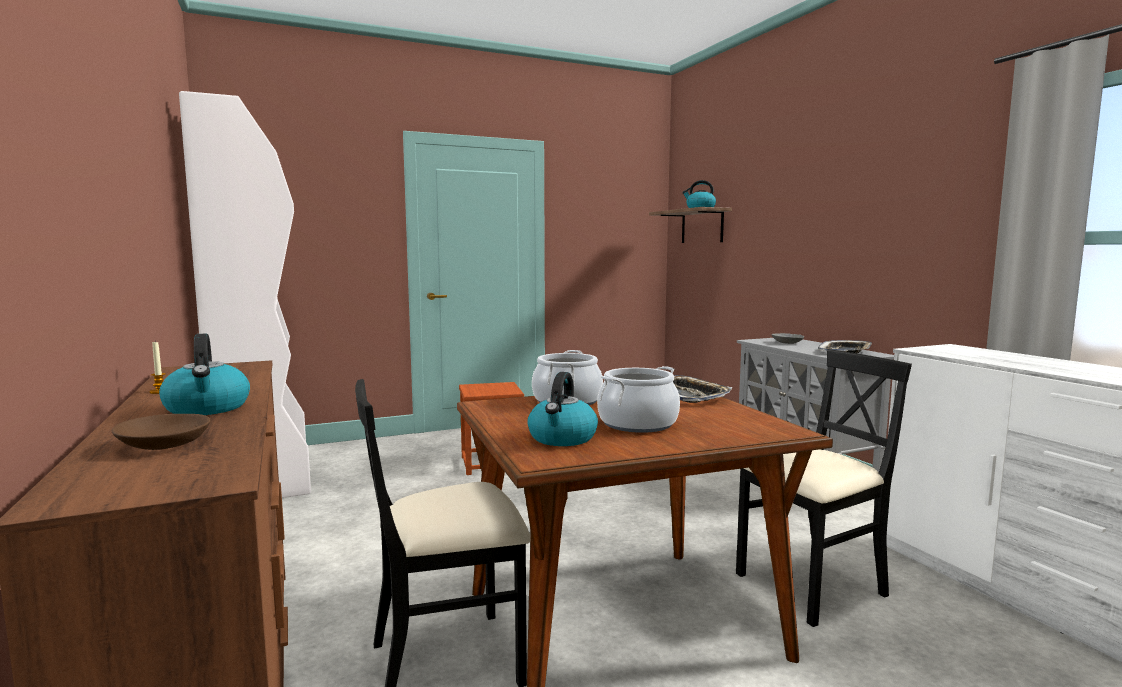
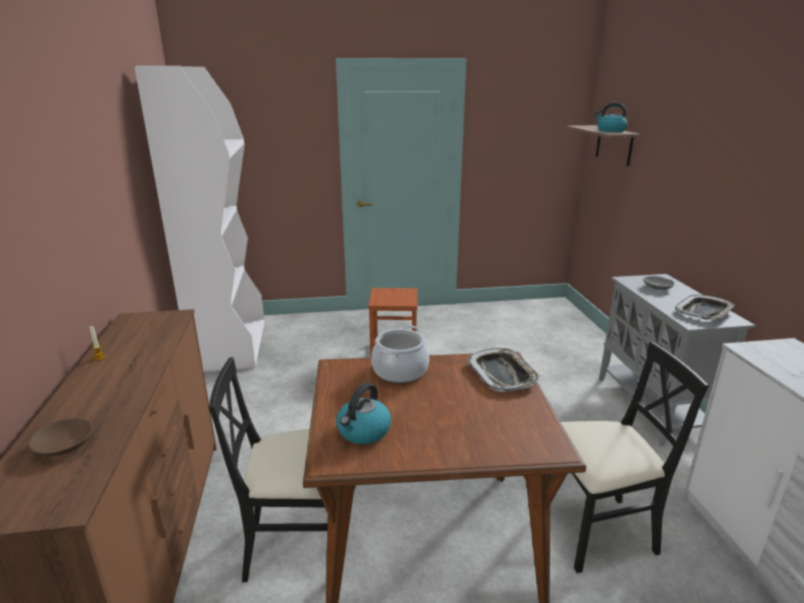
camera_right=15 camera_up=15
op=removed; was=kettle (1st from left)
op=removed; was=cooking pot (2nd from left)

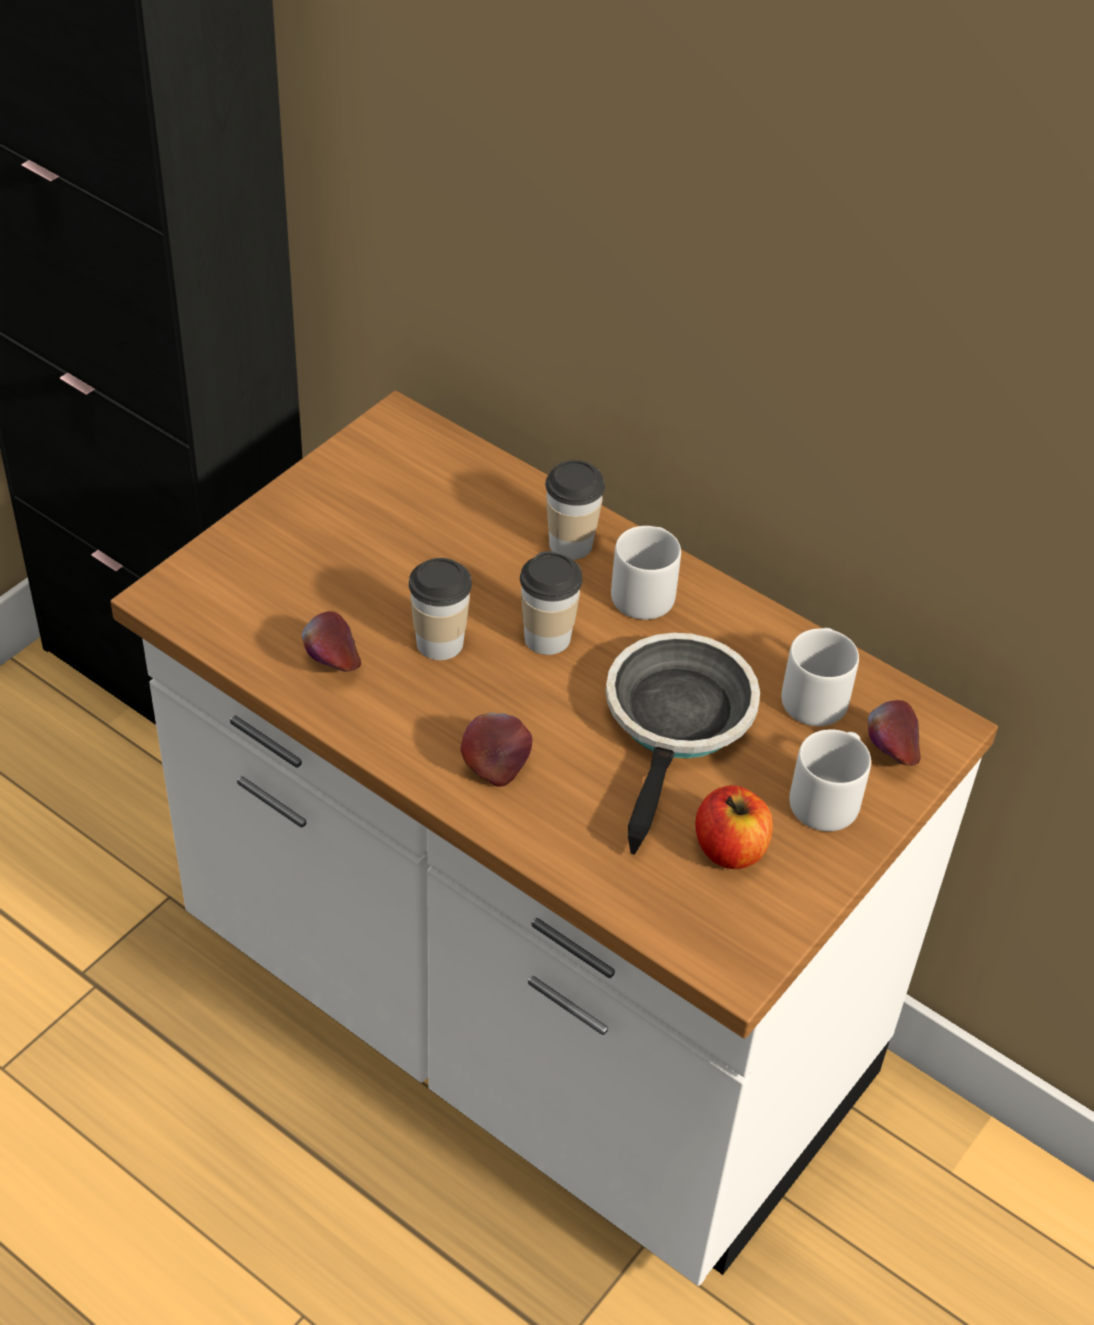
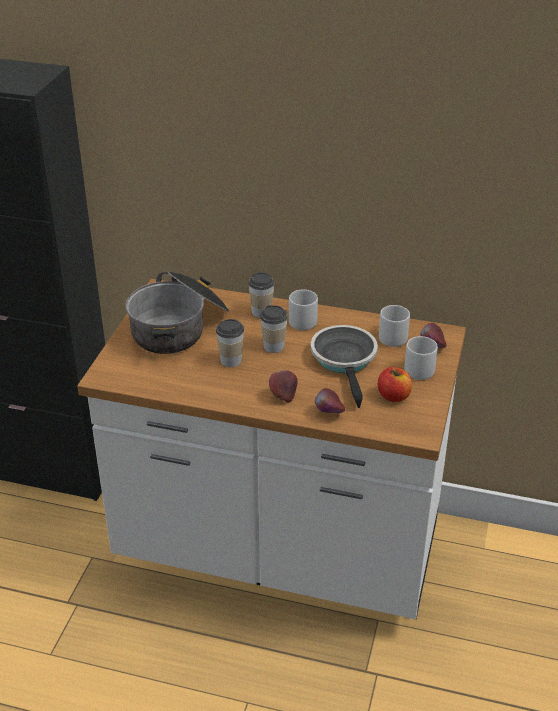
camera_right=-20 camera_up=-10
op=moved; was=apple (1st from left in the first image); now=apple (2nd from left)
op=added; now=cooking pot

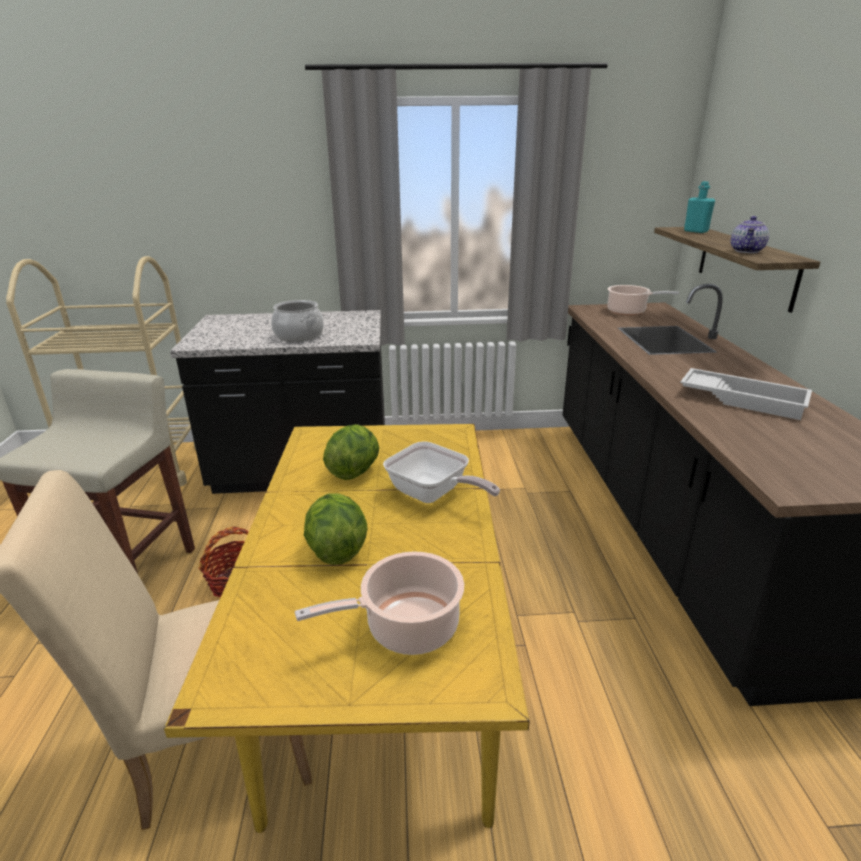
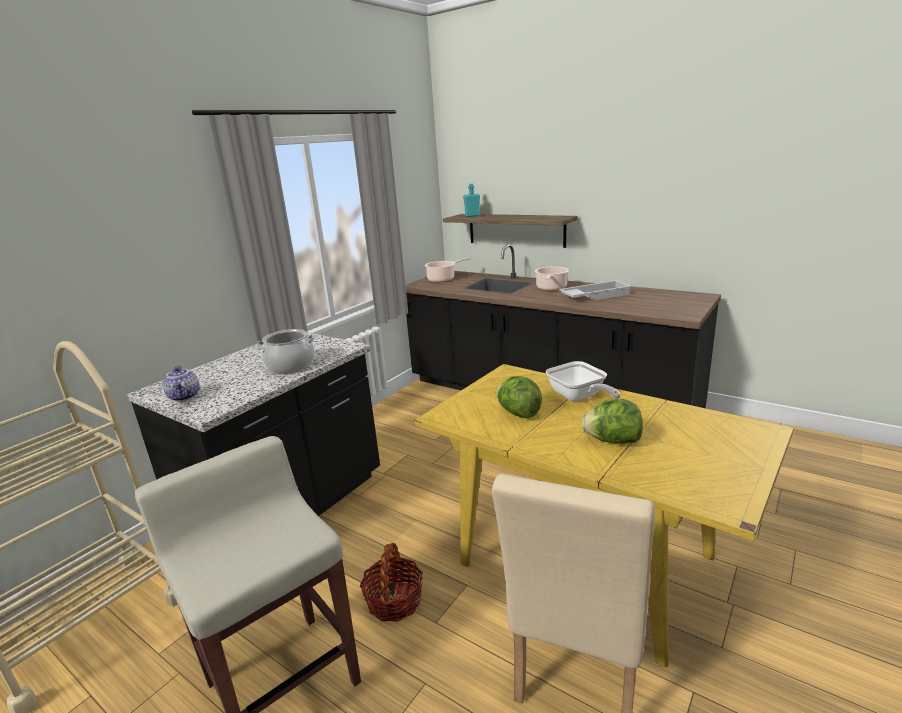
camera_right=-50 camera_up=-5
op=moved; was=tea pot
op=turned; was=skillet; clockwise=75
op=moved; was=cooking pot (2nd from left in the first image); now=cooking pot (3rd from left)

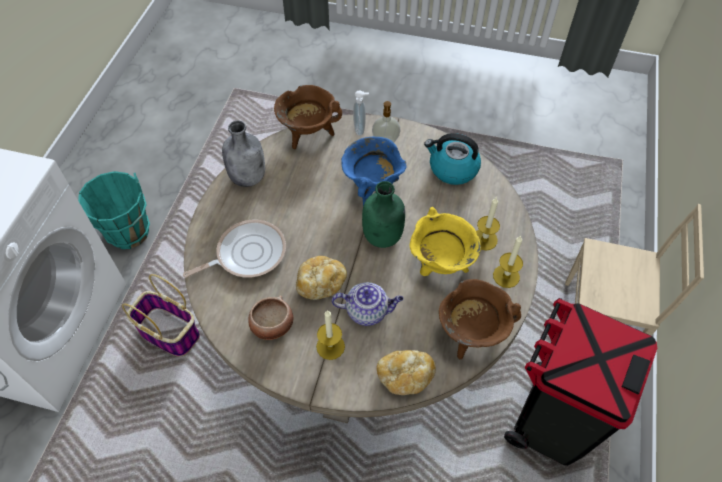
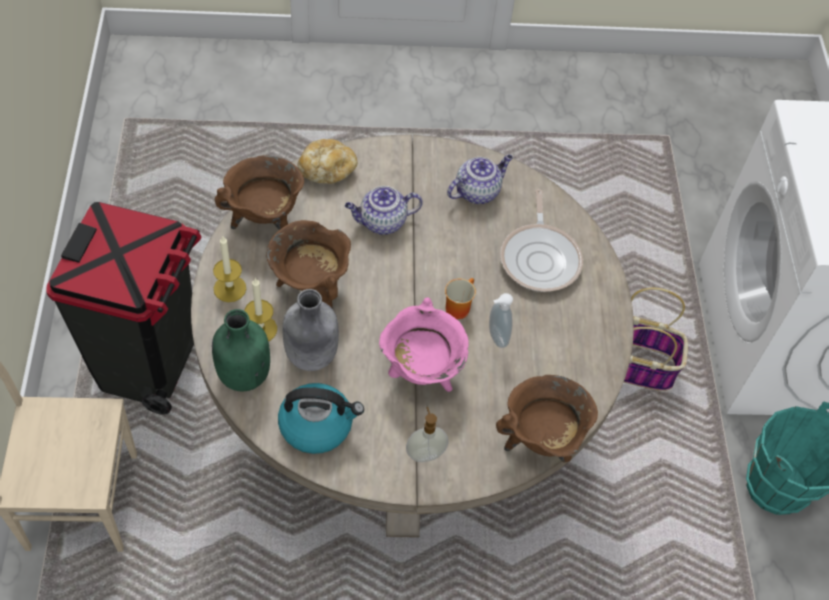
camera_right=160 camera_up=0
op=moved; was=liquid soap bottle (1st from left in the first image); now=liquid soap bottle (2nd from left)
op=moved; was=bottle in greyish
op=recoloured; was=cooking pot in blue-coloured; now=cooking pot in pinkish
op=moved; was=bottle in green
op=recoloured; was=cooking pot in yellowish; now=cooking pot in brown-coloured (2nd from left)
op=turned; was=skillet; clockwise=-45
op=removed; was=baked bread (1st from left)
op=replaced; was=serving bowl; now=tea pot (2nd from left)
op=removed; was=wax light (1st from left)
op=added; now=tea mug

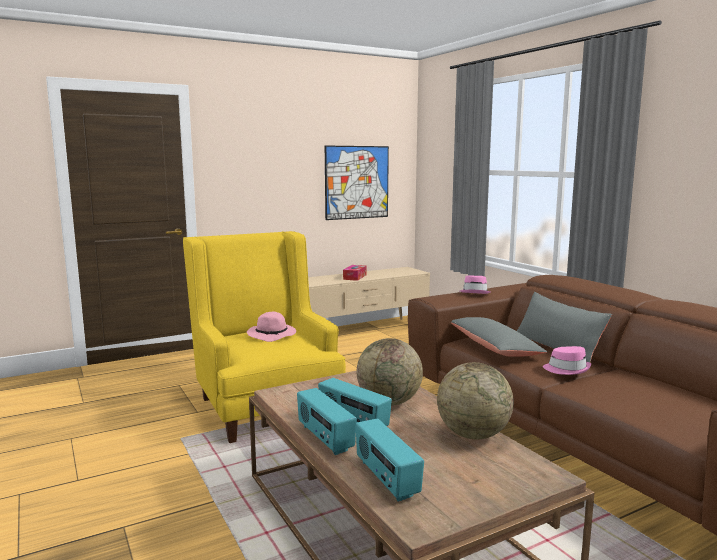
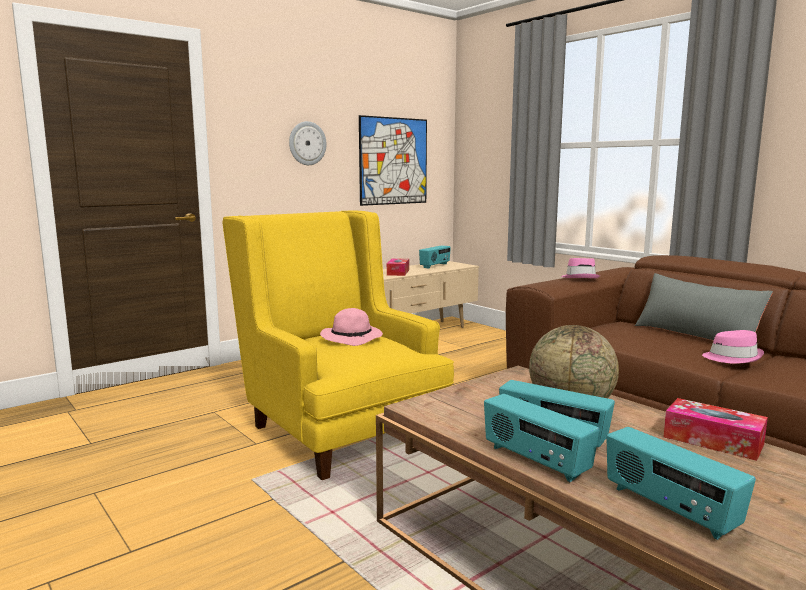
camera_right=-10 camera_up=0
op=removed; was=pillow in greyish (1st from left)
op=replaced; was=world globe (2nd from left); now=tissue holder (2nd from left)
op=added; now=hanging clock
op=added; now=radio (1st from left)

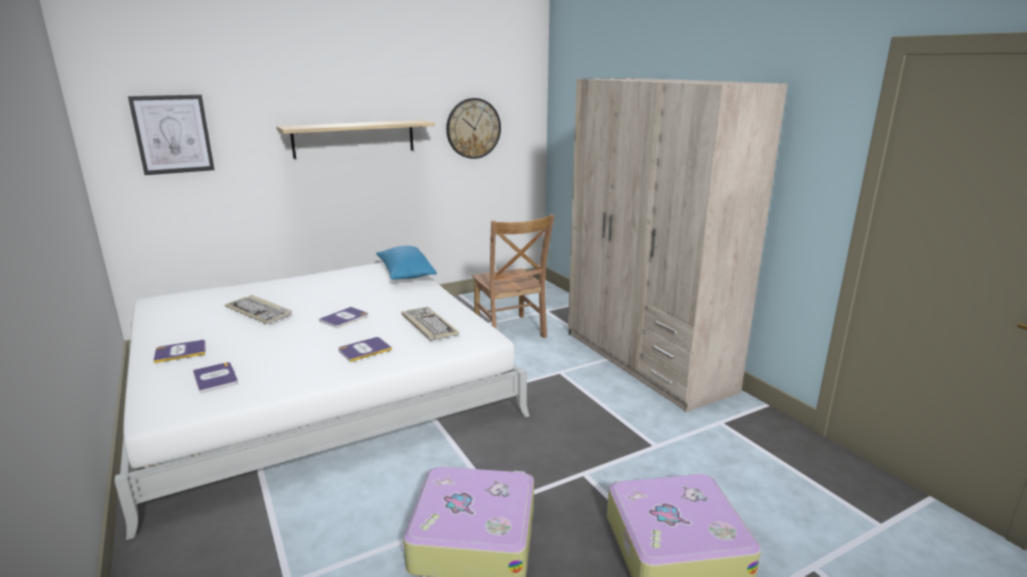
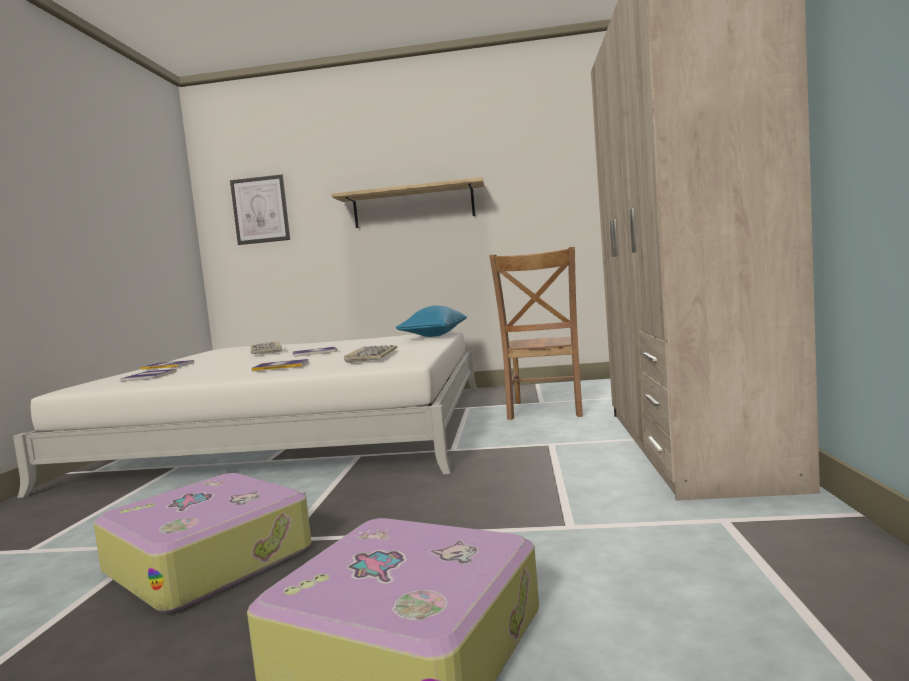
camera_right=35 camera_up=-15
op=removed; was=hanging clock

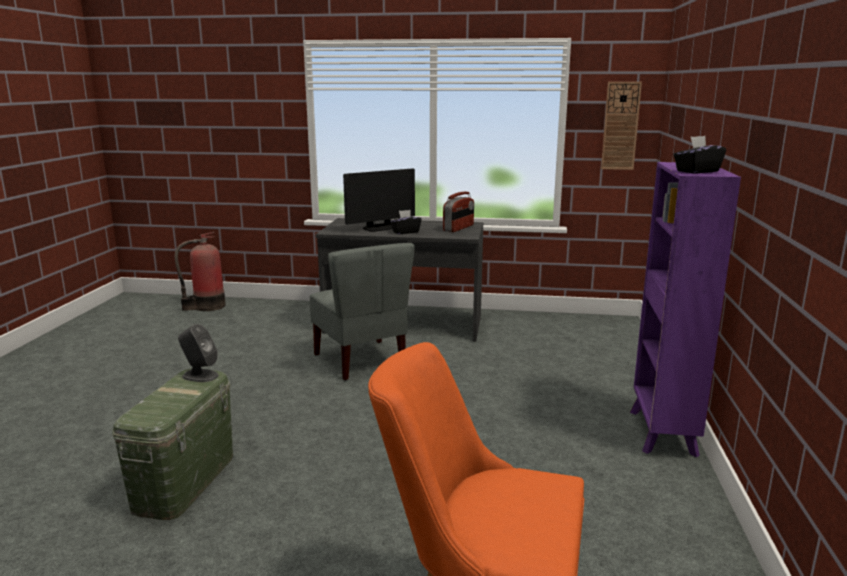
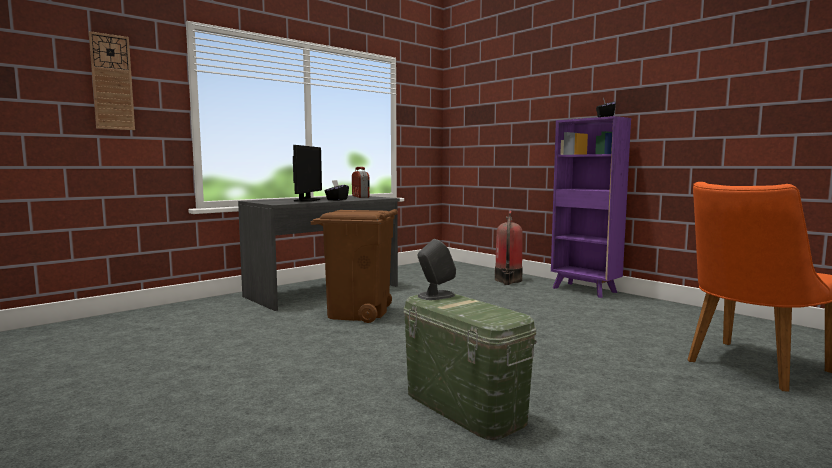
camera_right=-50 camera_up=-10
op=moved; was=hanging clock
op=moved; was=fire extinguisher
op=replaced; was=plain chair in greyish; now=rubbish bin in brown-coloured

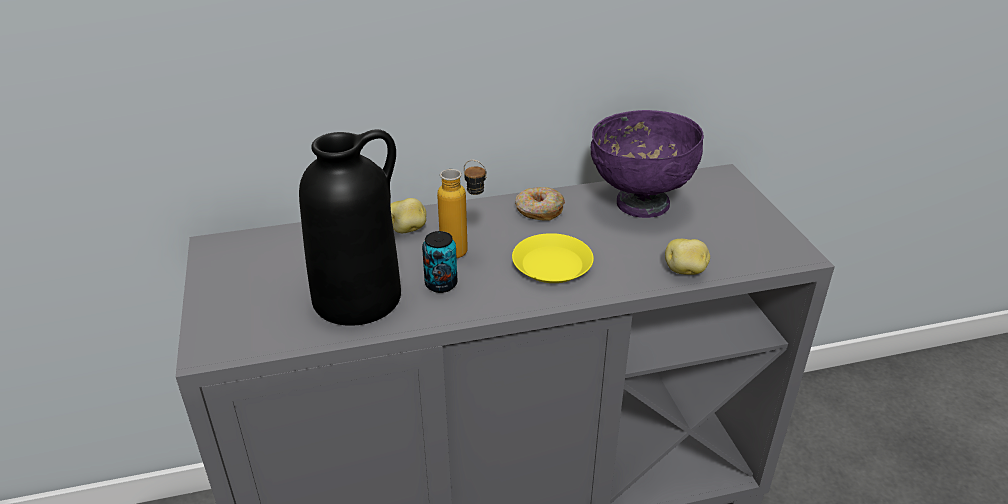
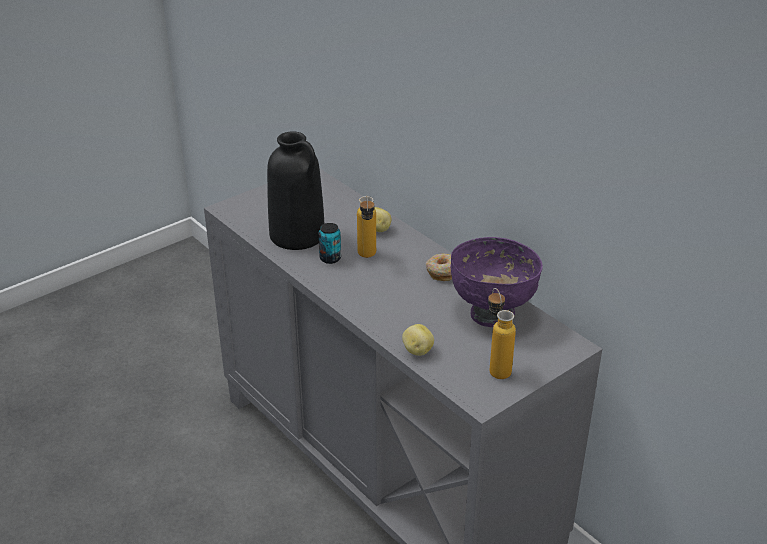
camera_right=65 camera_up=0
op=removed; was=flat dish in yellowish
op=added; now=bottle (2nd from left)

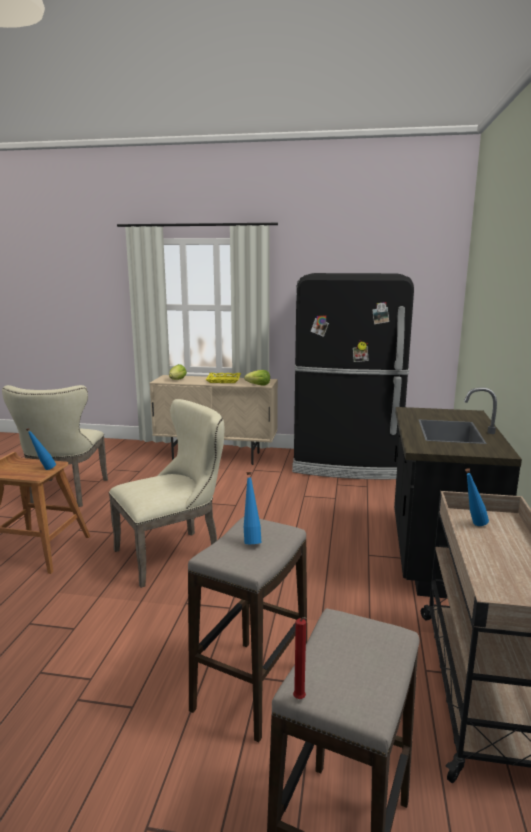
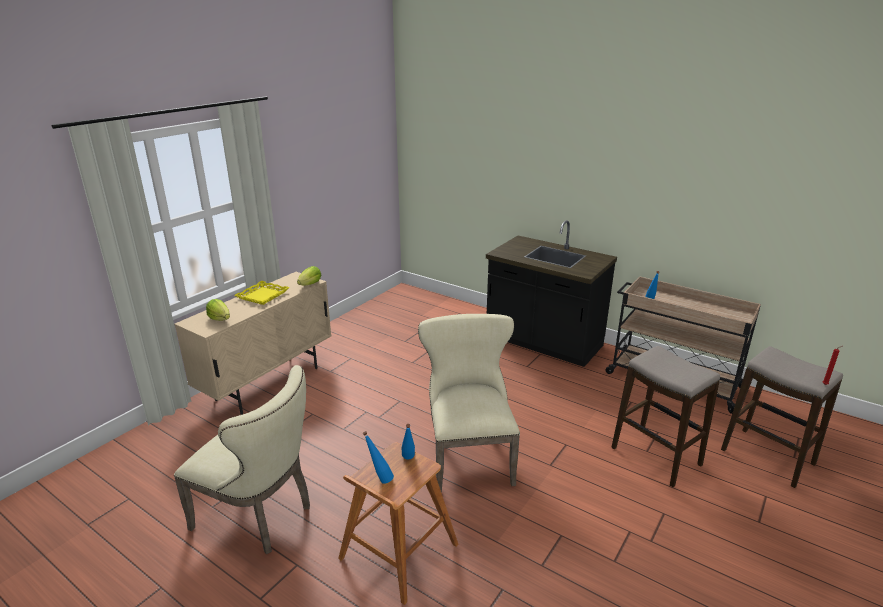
camera_right=-65 camera_up=10
op=removed; was=kitchen fridge in blackish
op=moved; was=bottle in blue-coloured (2nd from left in the first image); now=bottle in blue-coloured (1st from left)

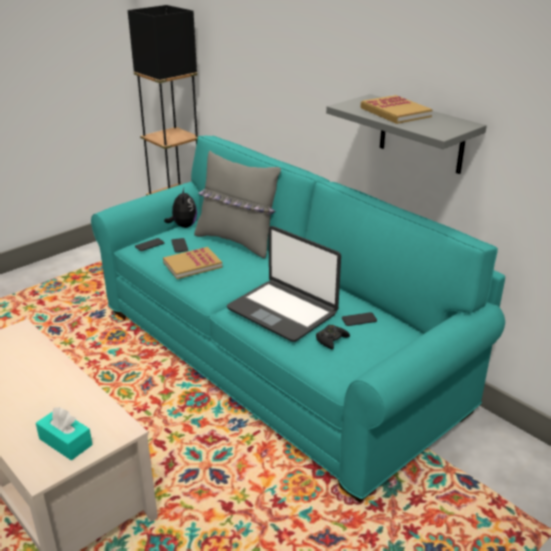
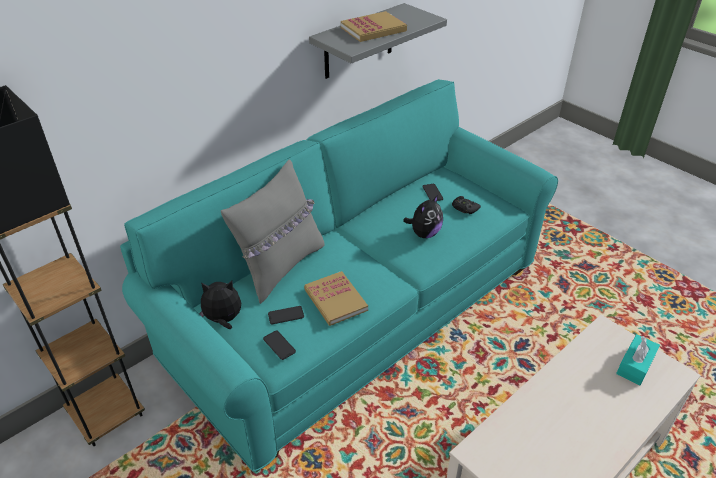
camera_right=-90 camera_up=10
op=replaced; was=notebook computer; now=soft toy (2nd from left)

